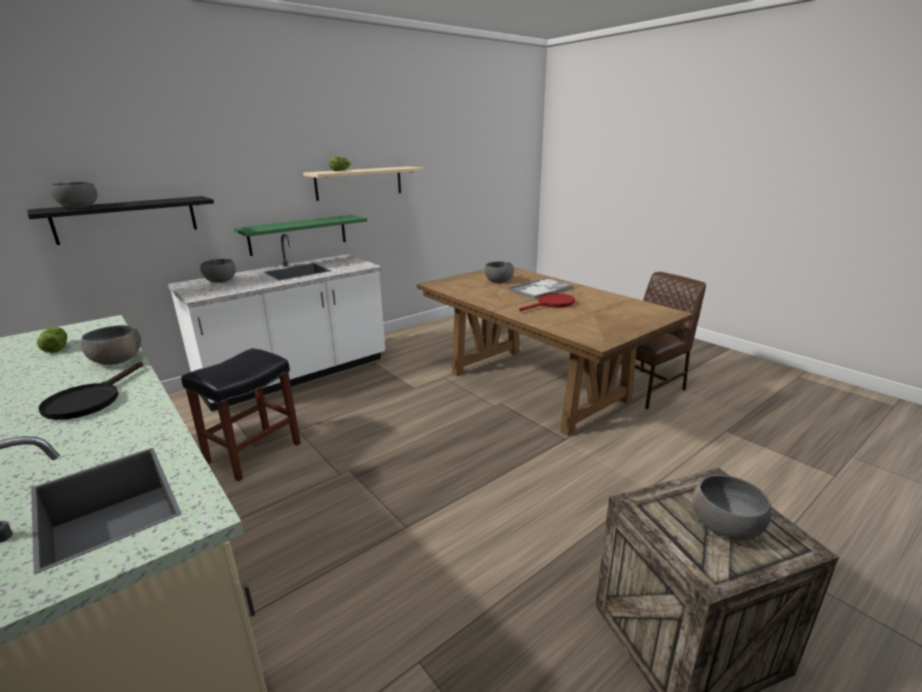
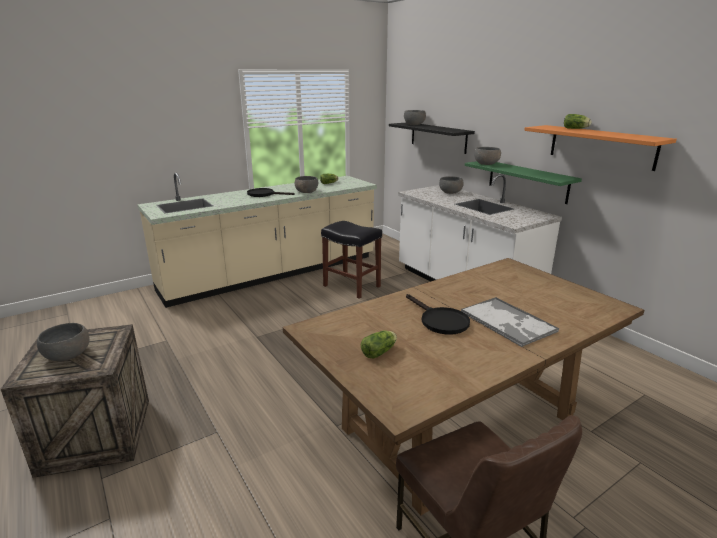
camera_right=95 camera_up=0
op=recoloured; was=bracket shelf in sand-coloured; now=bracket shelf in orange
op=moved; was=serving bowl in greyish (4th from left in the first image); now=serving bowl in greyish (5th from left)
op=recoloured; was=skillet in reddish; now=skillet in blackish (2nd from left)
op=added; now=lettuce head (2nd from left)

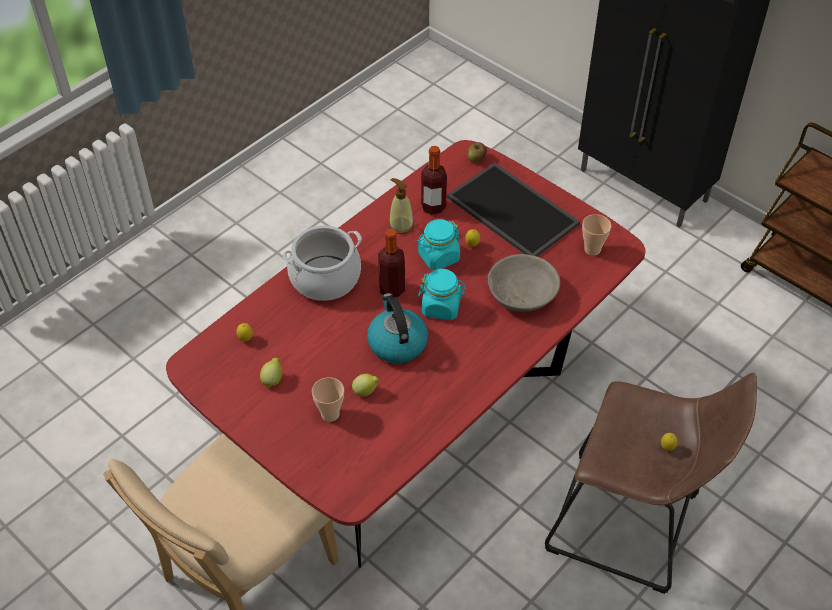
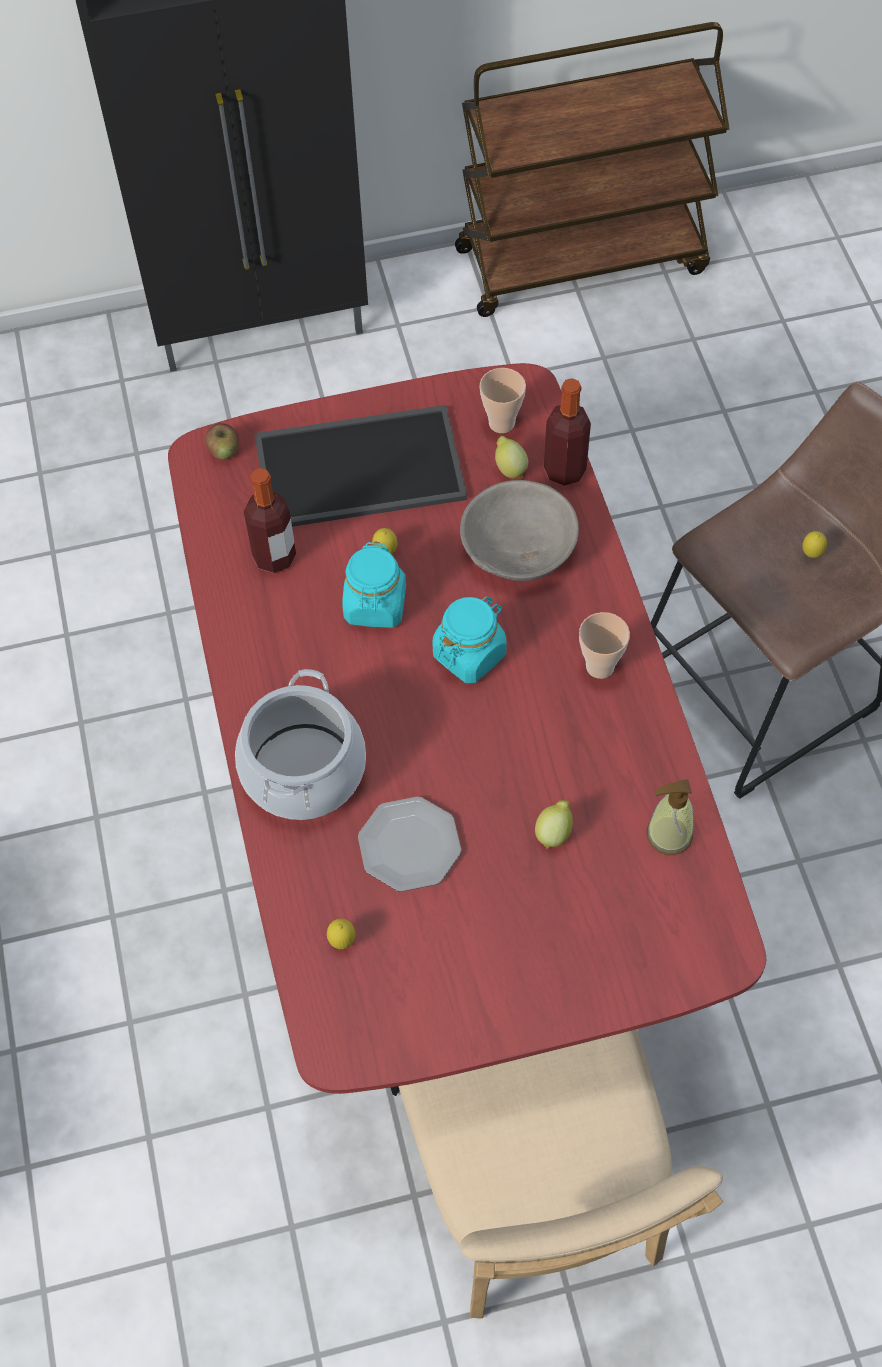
camera_right=-55 camera_up=10
op=moved; was=liquid soap bottle
op=moved; was=bottle (1st from left in the first image); now=bottle (2nd from left)
op=removed; was=kettle
op=moved; was=lemon (2nd from left in the first image); now=lemon (3rd from left)
op=moved; was=small cup (1st from left in the first image); now=small cup (2nd from left)
op=added; now=flat dish

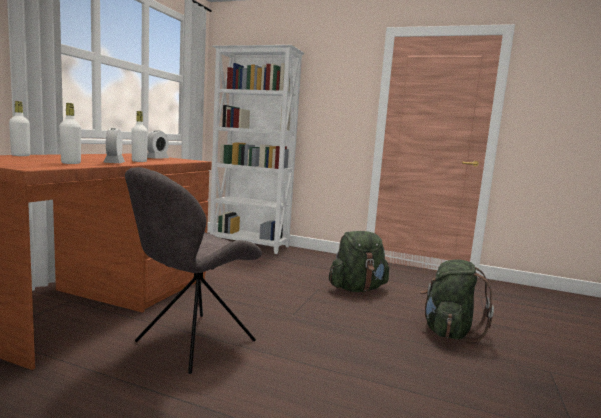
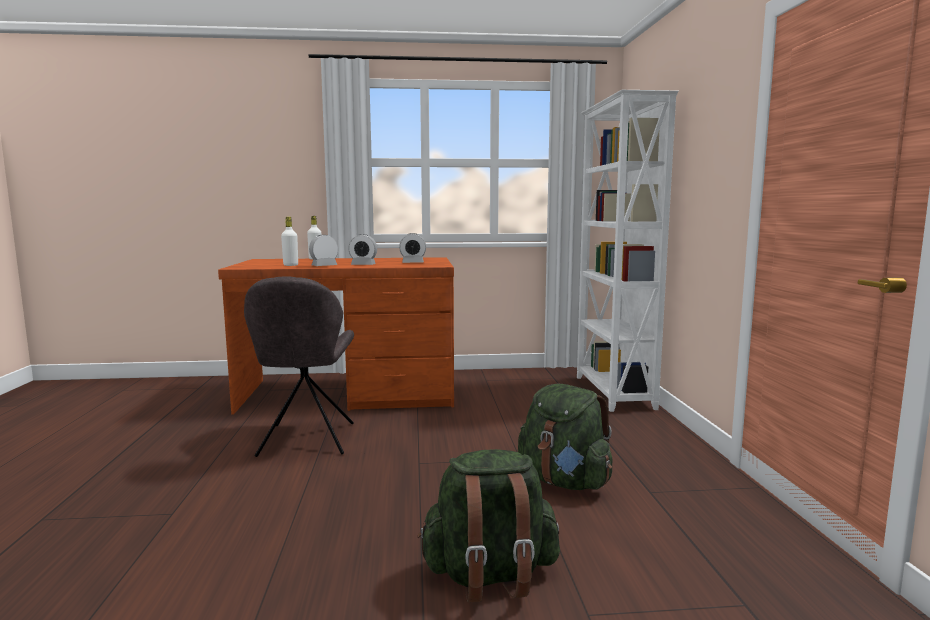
camera_right=65 camera_up=0
op=replaced; was=bottle in white-coloured (3rd from left); now=table clock (2nd from left)
op=turned; was=plain chair in greyish; clockwise=-105

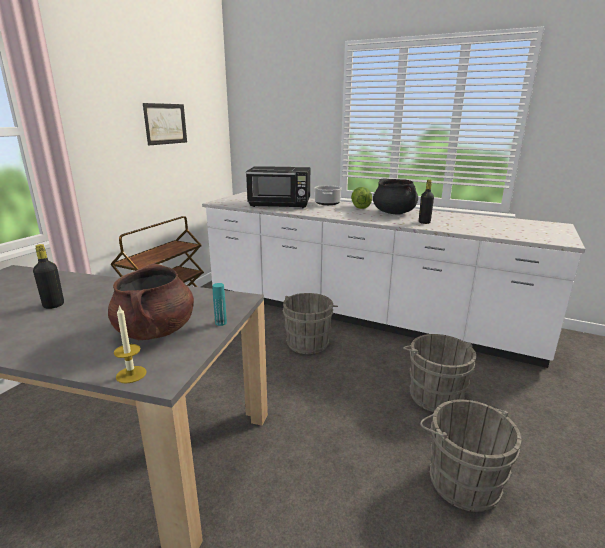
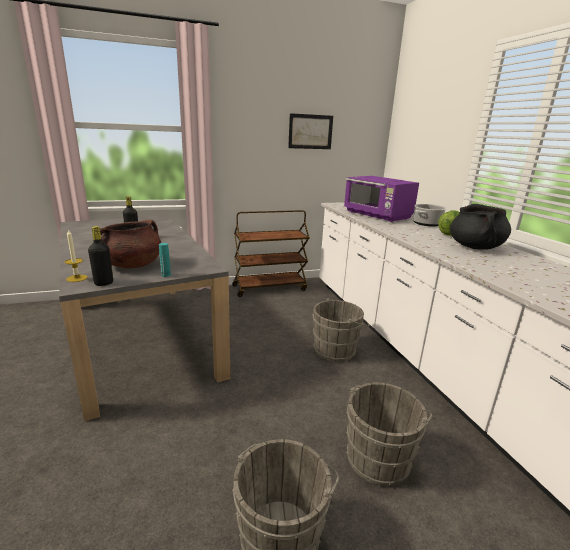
camera_right=45 camera_up=0
op=recoloured; was=kitchen microwave in blackish; now=kitchen microwave in purple
op=moved; was=bottle in blackish (2nd from left in the first image); now=bottle in blackish (1st from left)

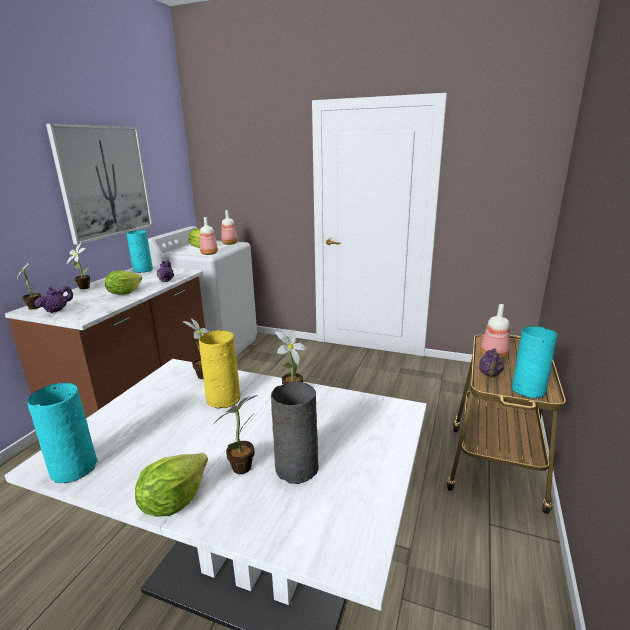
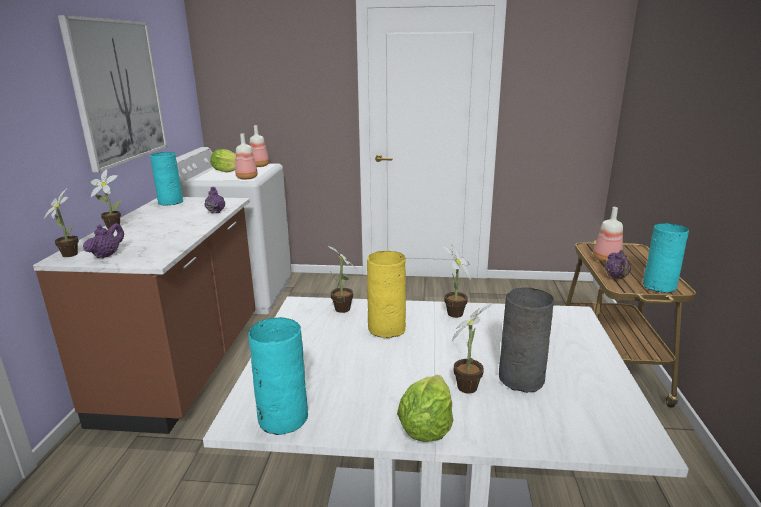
camera_right=-15 camera_up=0
op=removed; was=lettuce head (1st from left)

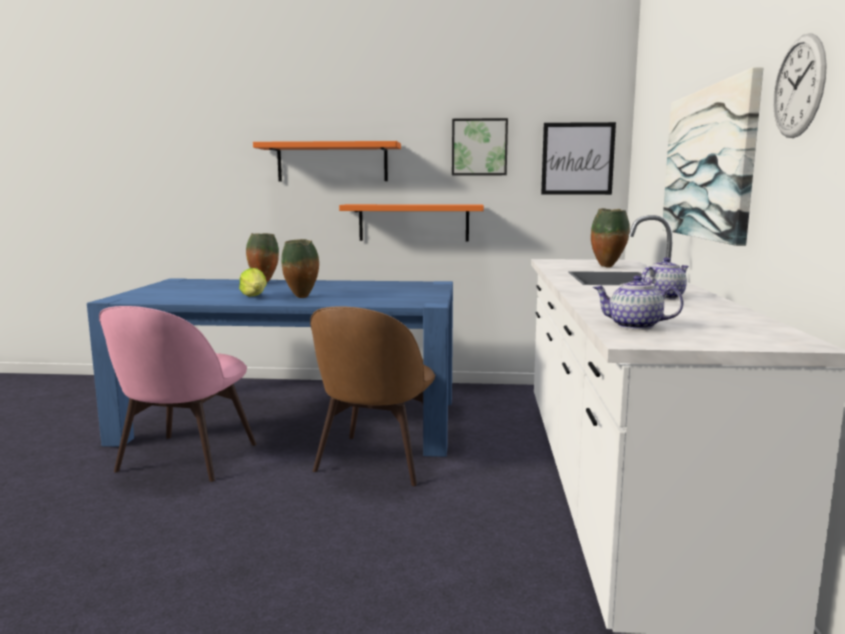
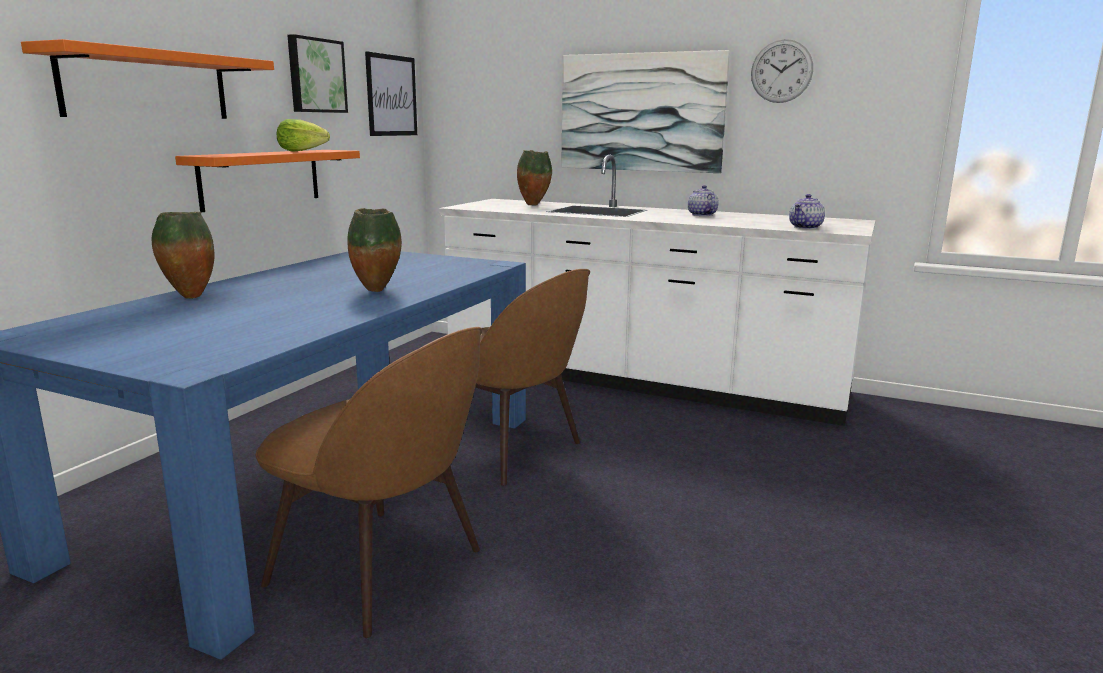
camera_right=-70 camera_up=5
op=moved; was=lettuce head
op=recoloured; was=plain chair in pinkish; now=plain chair in brown-coloured (1st from left)

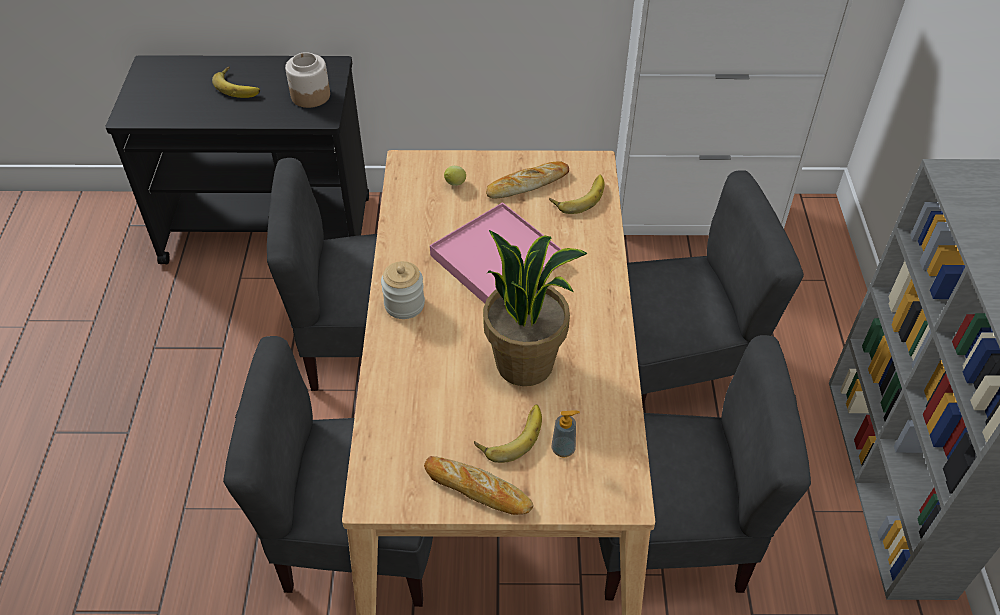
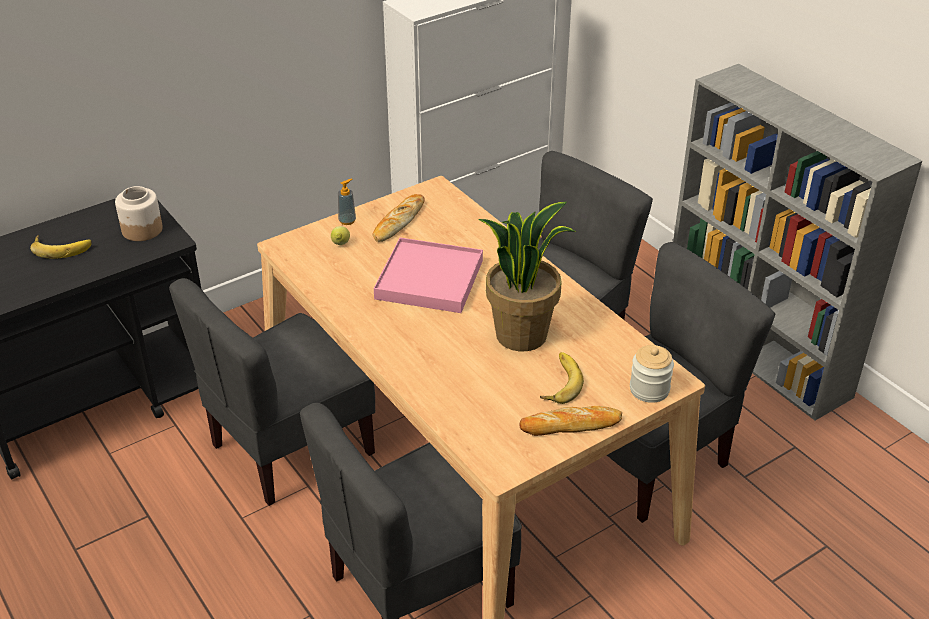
camera_right=-35 camera_up=-10
op=removed; was=banana (3rd from left)
op=moved; was=jar (2nd from left)
op=moved; was=liquid soap bottle

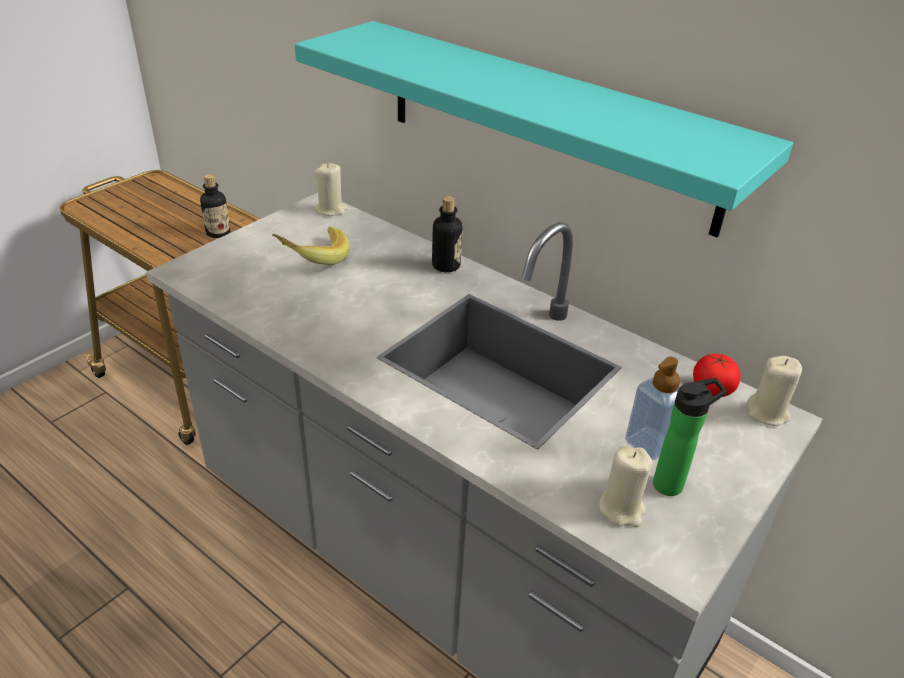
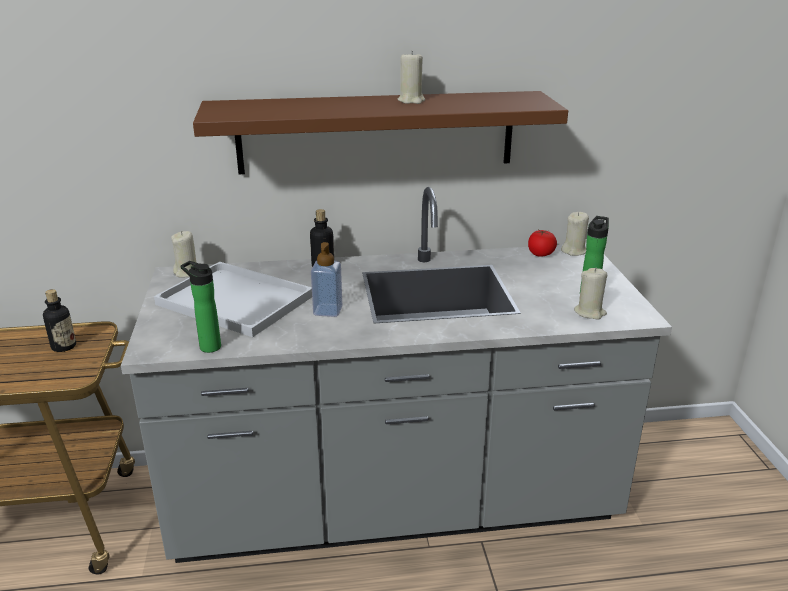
camera_right=-45 camera_up=-10
op=recoloured; was=bracket shelf in turquoise-coloured; now=bracket shelf in brown-coloured
op=replaced; was=banana; now=tray in white-coloured
op=moved; was=liquid soap bottle
op=added; now=wax light in sand-coloured (2nd from left)
op=added; now=bottle (2nd from left)

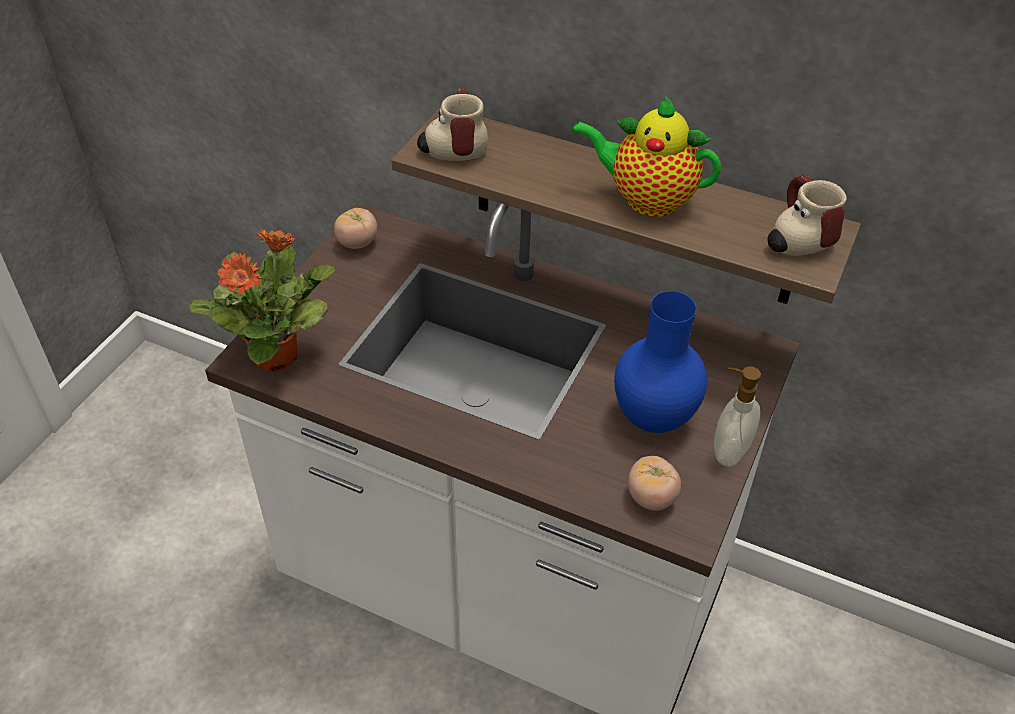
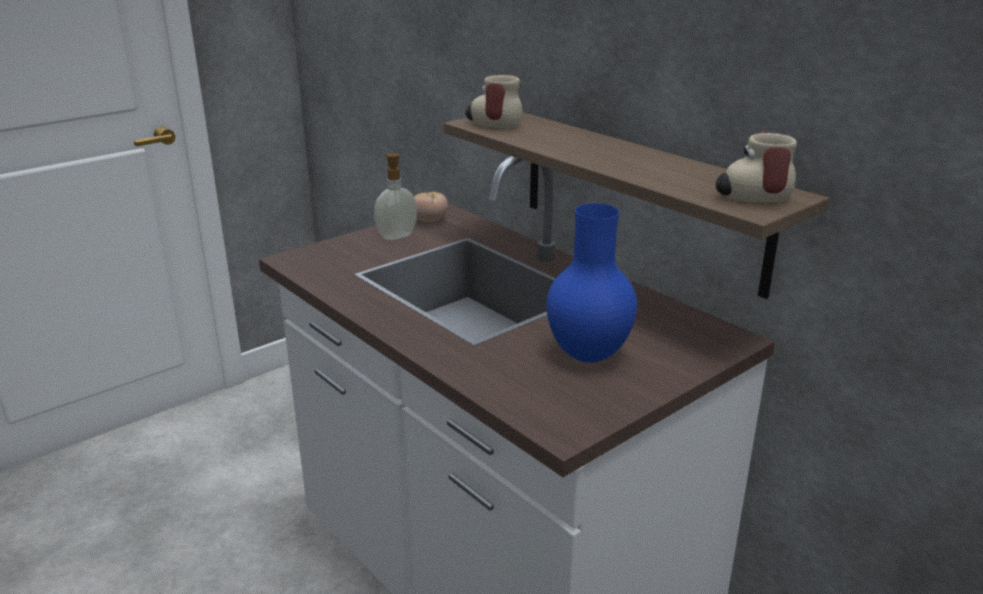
camera_right=25 camera_up=-20
op=removed; was=tea pot
op=removed; was=plant in a pot
op=moved; was=liquid soap bottle
op=removed; was=whole tomato (2nd from left)

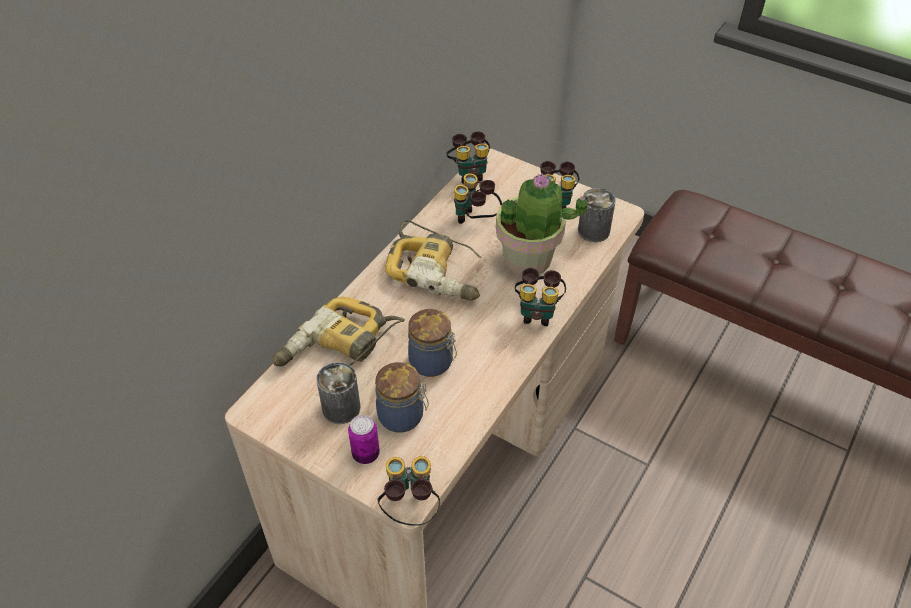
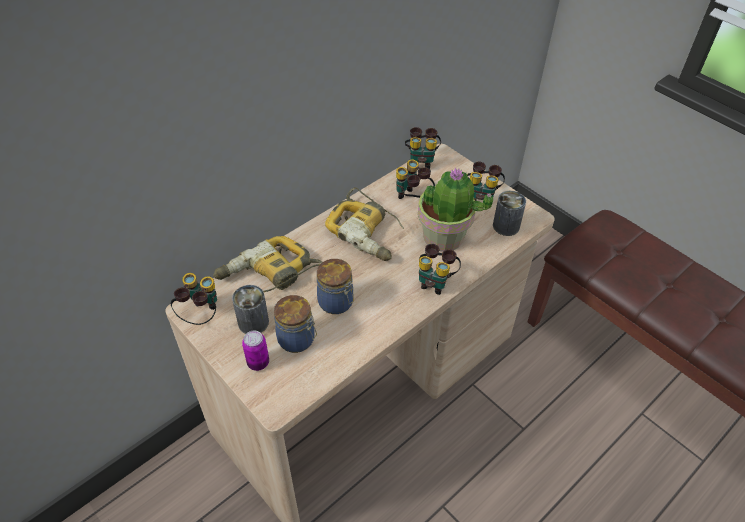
camera_right=15 camera_up=0
op=moved; was=field glasses (1st from left)

